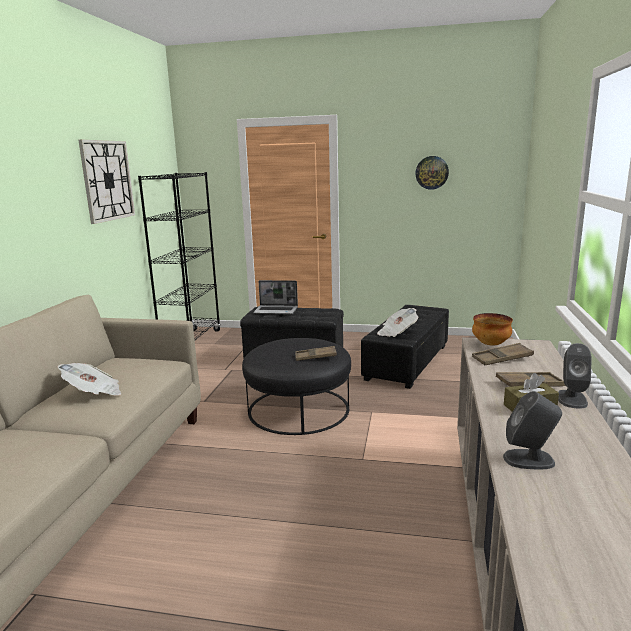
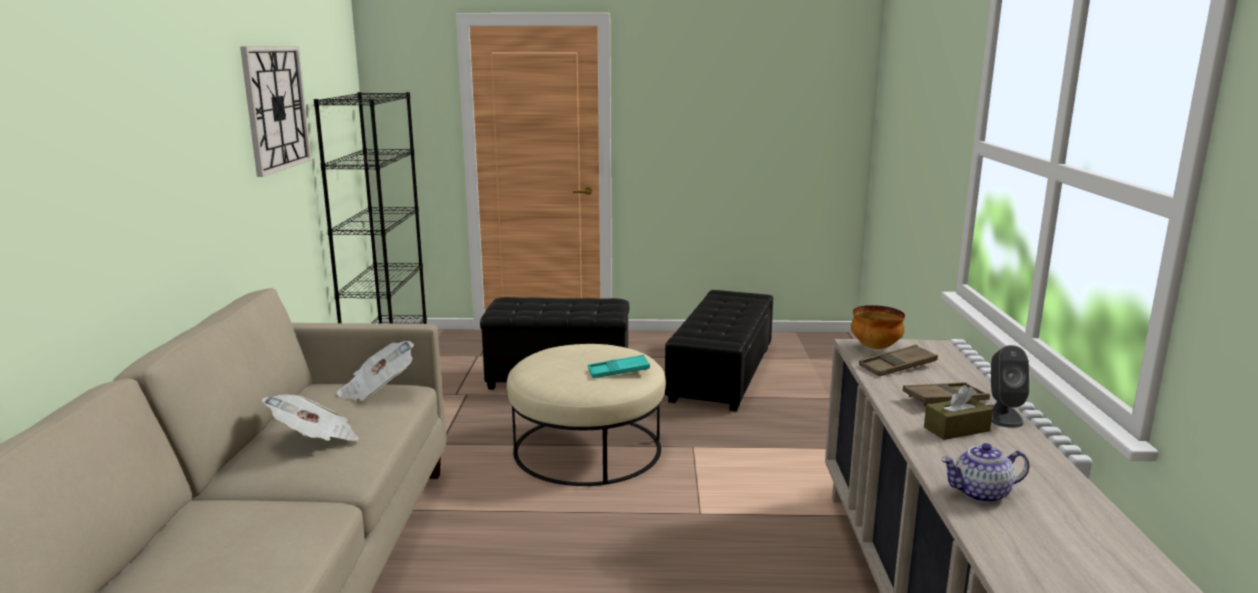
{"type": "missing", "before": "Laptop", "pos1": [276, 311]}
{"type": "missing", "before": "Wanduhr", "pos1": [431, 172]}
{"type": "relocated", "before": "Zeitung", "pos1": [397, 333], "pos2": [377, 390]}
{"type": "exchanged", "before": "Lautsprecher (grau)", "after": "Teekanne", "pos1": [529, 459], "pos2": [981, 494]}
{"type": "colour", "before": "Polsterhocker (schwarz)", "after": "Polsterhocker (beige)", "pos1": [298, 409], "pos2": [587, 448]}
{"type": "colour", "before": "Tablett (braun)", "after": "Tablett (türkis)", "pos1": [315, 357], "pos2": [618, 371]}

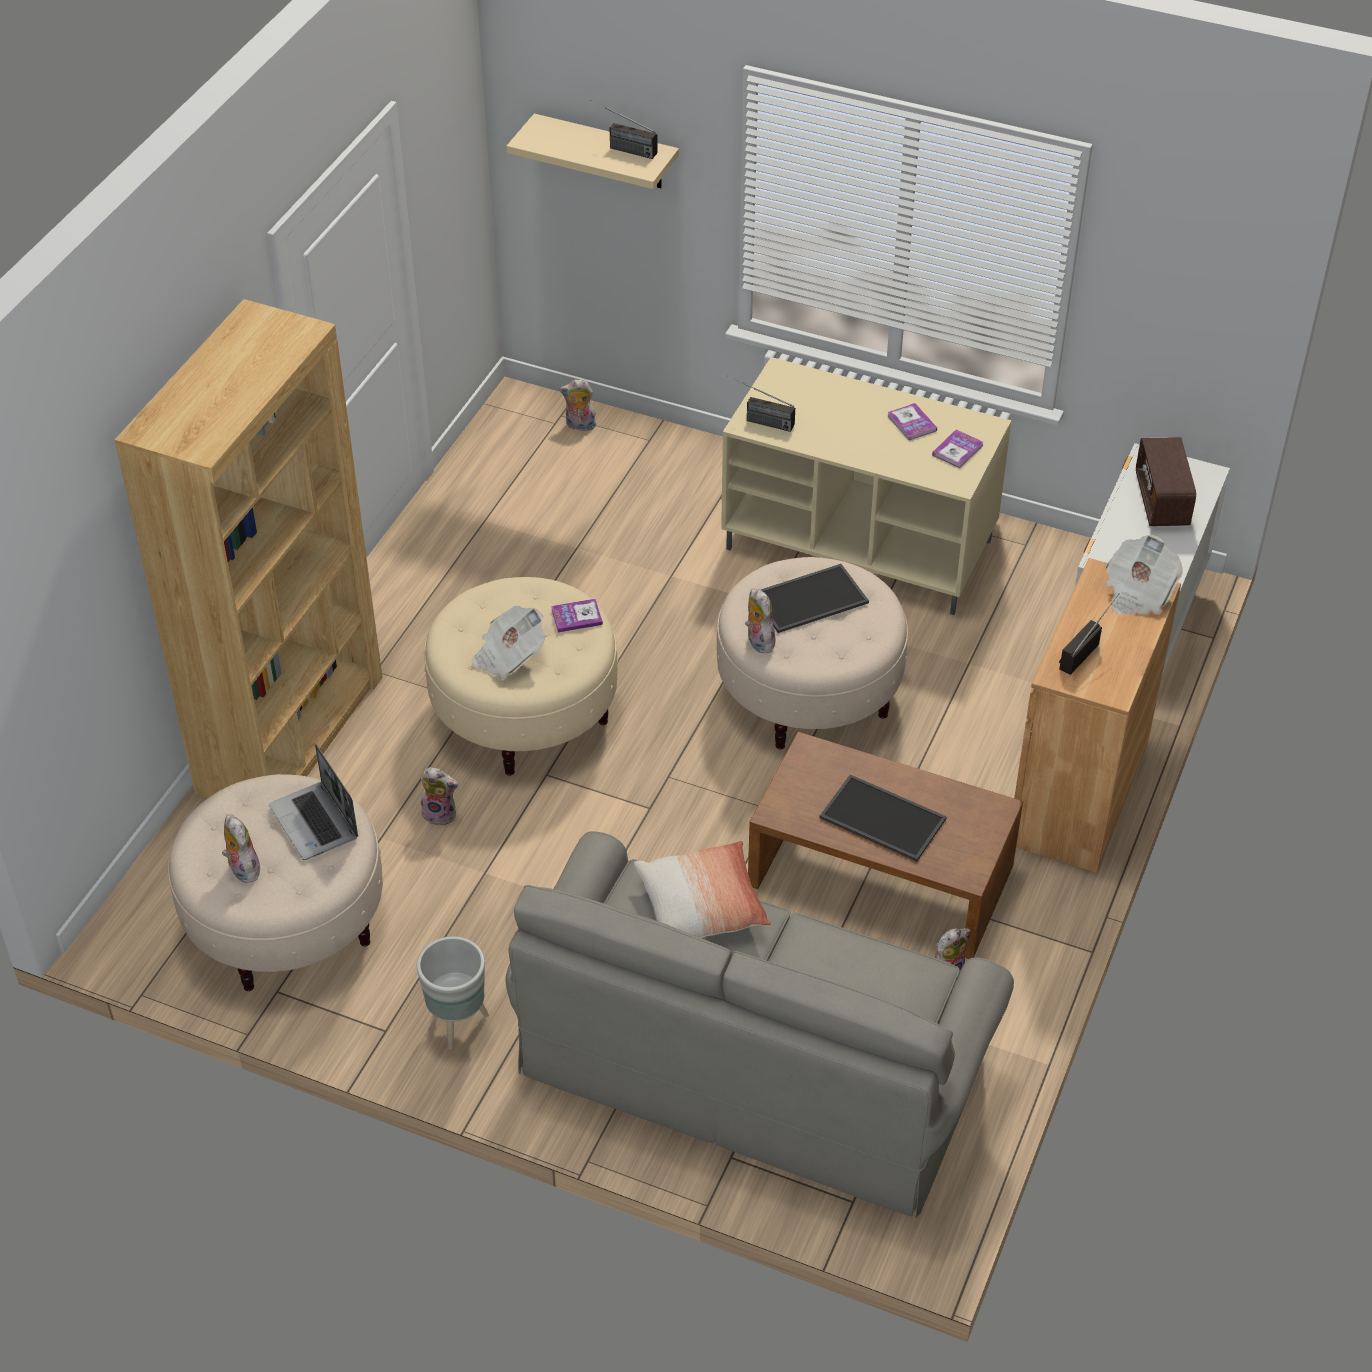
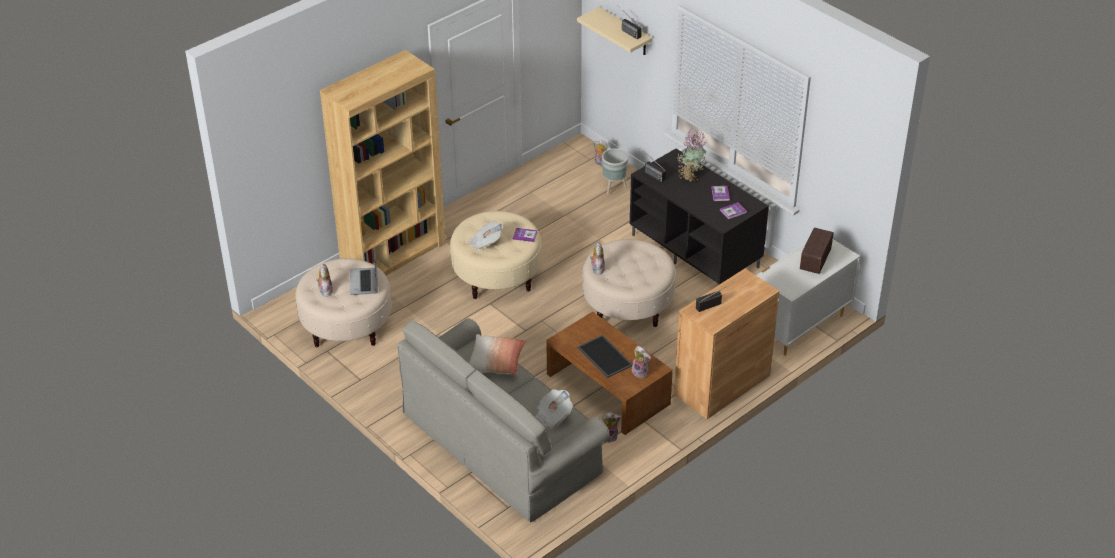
{"type": "missing", "before": "Tablett", "pos1": [810, 597]}
{"type": "appeared", "after": "Topfpflanze", "pos2": [690, 176]}
{"type": "relocated", "before": "Pflanzkübel (grau)", "pos1": [456, 1024], "pos2": [613, 188]}
{"type": "relocated", "before": "Plüschtier", "pos1": [441, 814], "pos2": [641, 372]}
{"type": "relocated", "before": "Zeitung", "pos1": [1138, 592], "pos2": [552, 416]}
{"type": "colour", "before": "Fernsehschrank (beige)", "after": "Fernsehschrank (schwarz)", "pos1": [861, 544], "pos2": [696, 251]}

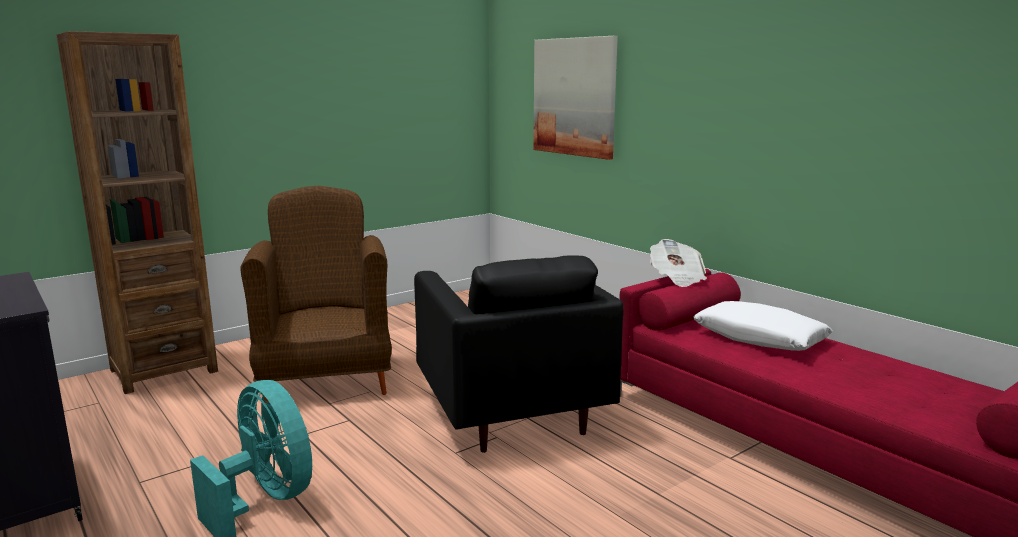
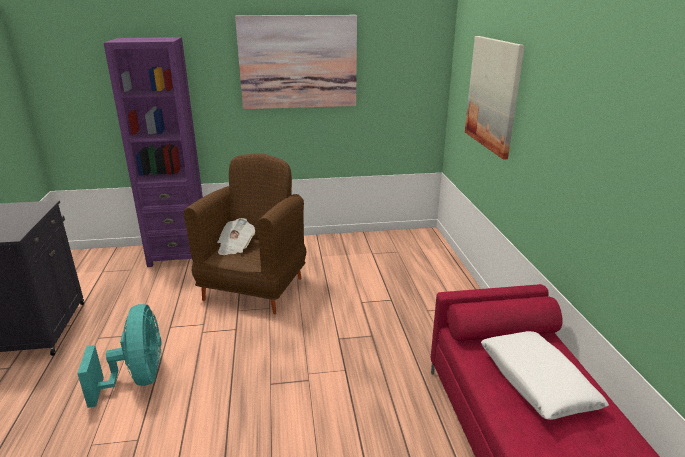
{"type": "missing", "before": "Sessel (schwarz)", "pos1": [510, 411]}
{"type": "appeared", "after": "Bild", "pos2": [298, 62]}
{"type": "relocated", "before": "Zeitung", "pos1": [677, 278], "pos2": [235, 247]}
{"type": "colour", "before": "Bücherregal (braun)", "after": "Bücherregal (lila)", "pos1": [164, 370], "pos2": [179, 254]}

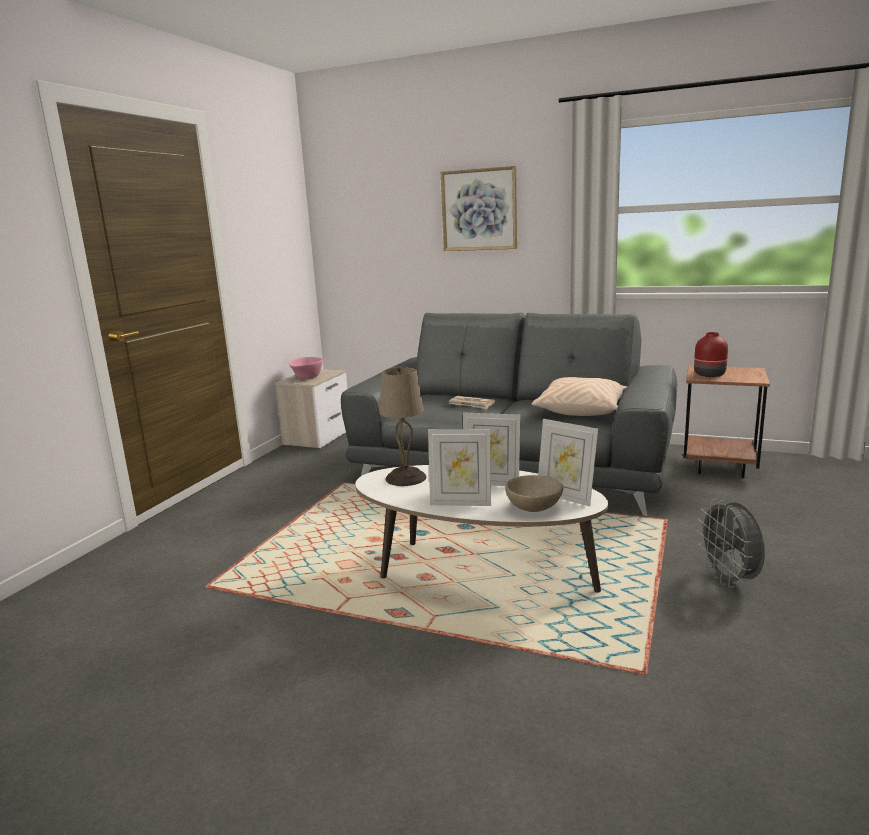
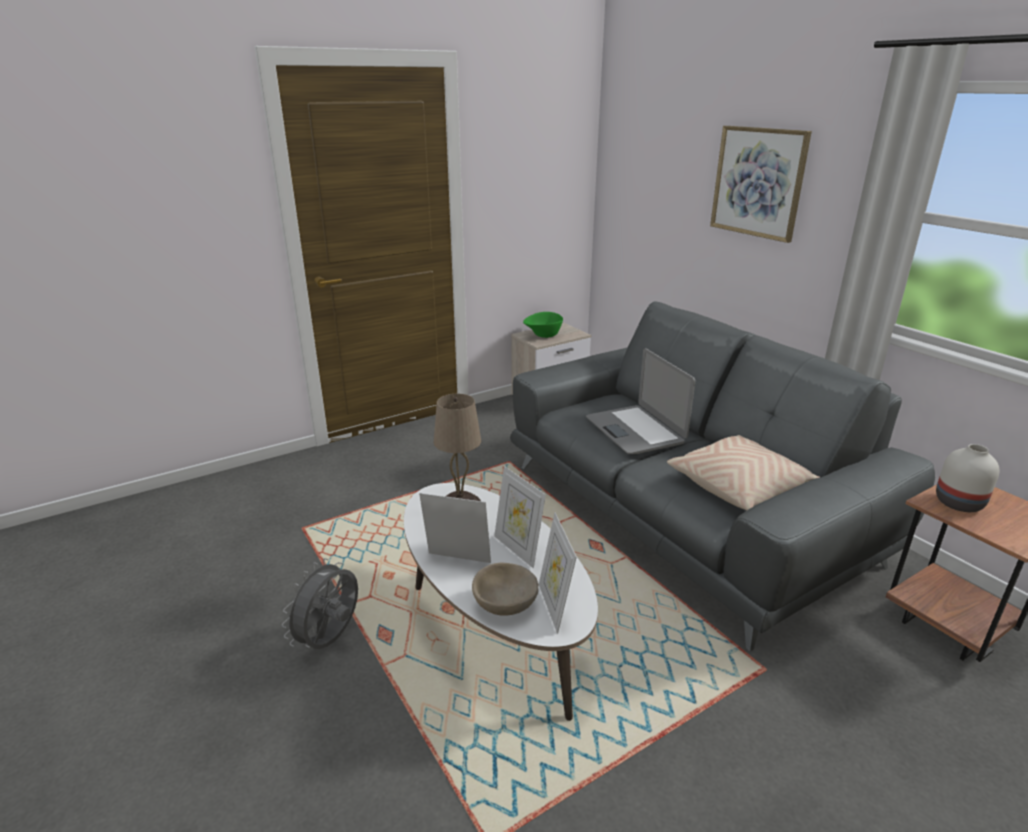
{"type": "relocated", "before": "Ventilator (grau)", "pos1": [729, 580], "pos2": [330, 640]}
{"type": "exchanged", "before": "Zeitung", "after": "Laptop", "pos1": [471, 404], "pos2": [635, 430]}
{"type": "colour", "before": "Schüssel (rosa)", "after": "Schüssel (grün)", "pos1": [306, 378], "pos2": [542, 336]}
{"type": "colour", "before": "Vase (rot)", "after": "Vase (weiß)", "pos1": [709, 374], "pos2": [958, 502]}
{"type": "spun", "before": "Bilderrahmen", "pos1": [461, 503], "pos2": [457, 562], "turn": 150}

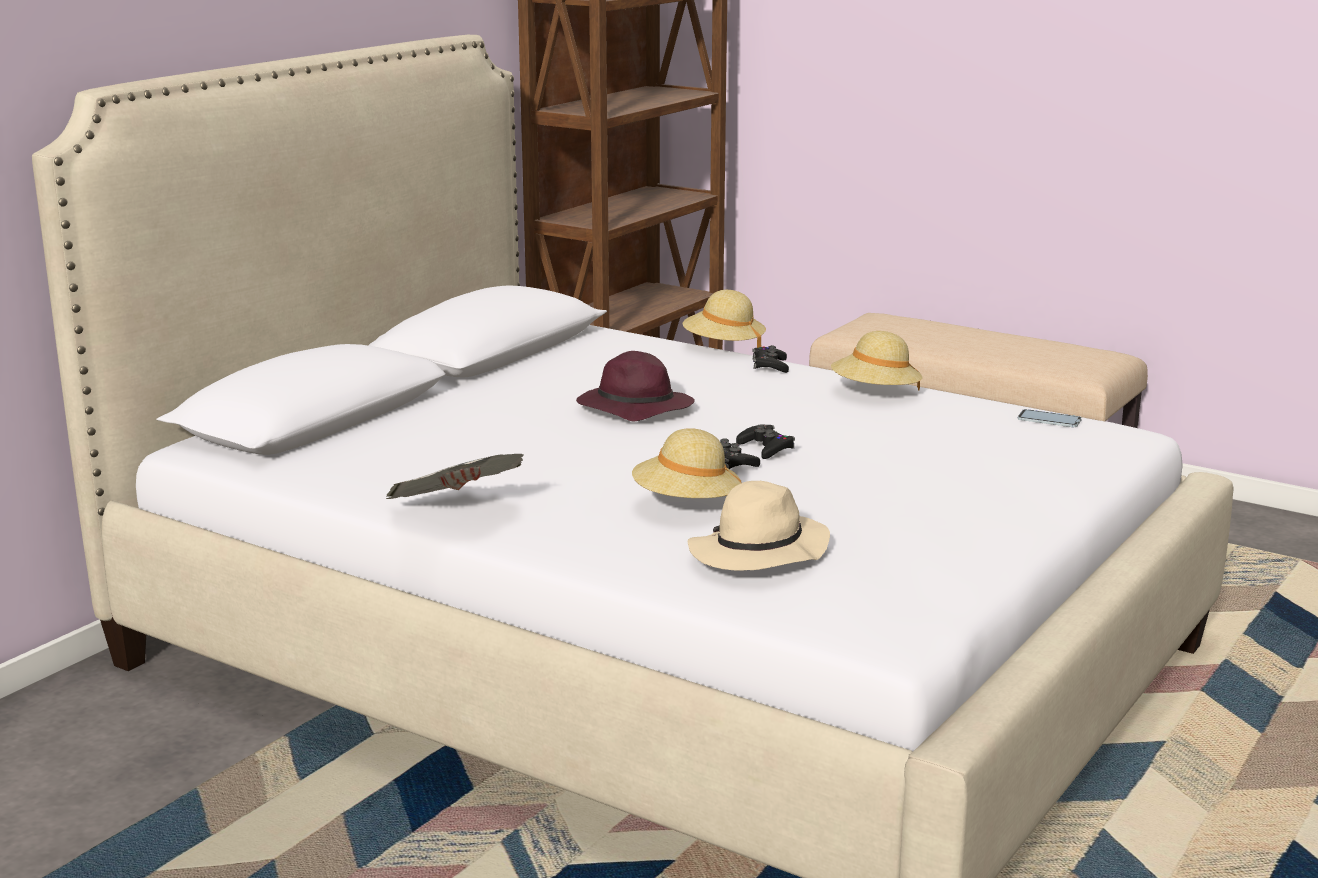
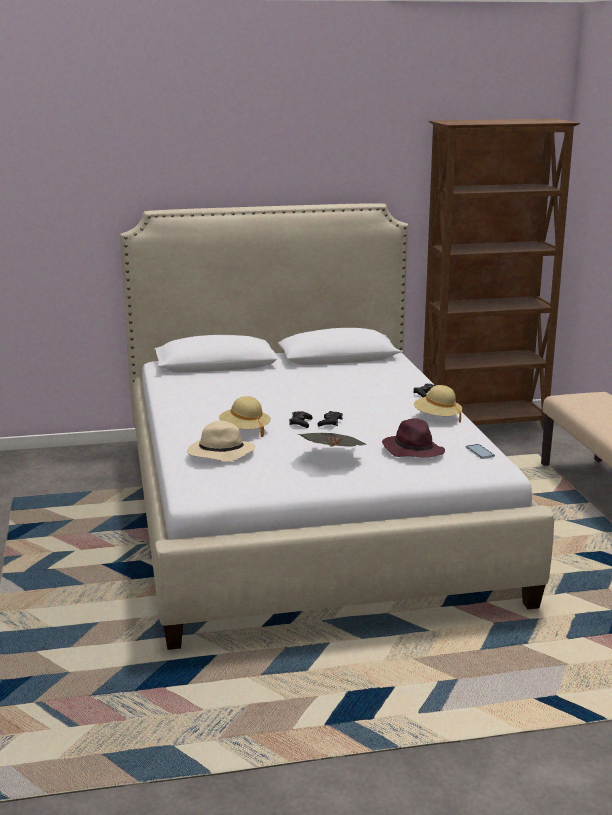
{"type": "missing", "before": "Hut (beige)", "pos1": [723, 347]}
{"type": "relocated", "before": "Zeitung", "pos1": [455, 513], "pos2": [333, 457]}
{"type": "relocated", "before": "Hut (lila)", "pos1": [633, 409], "pos2": [412, 450]}

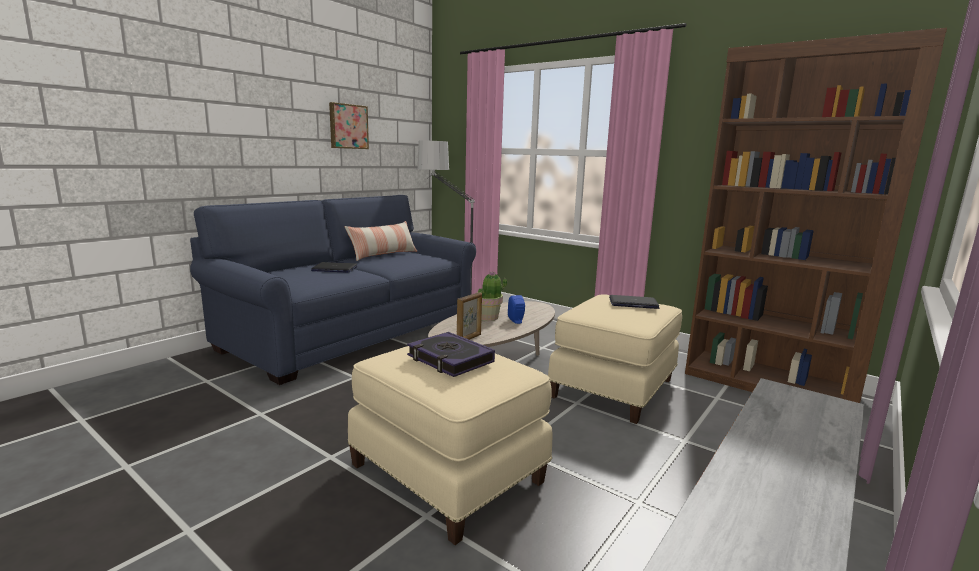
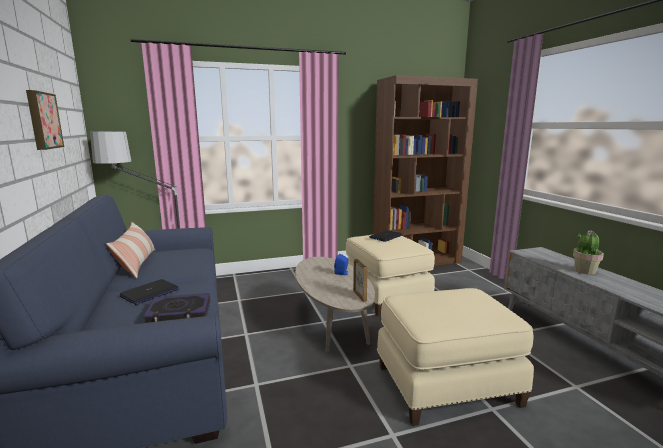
{"type": "relocated", "before": "Buch", "pos1": [450, 359], "pos2": [179, 313]}
{"type": "relocated", "before": "Topfpflanze", "pos1": [488, 317], "pos2": [584, 271]}

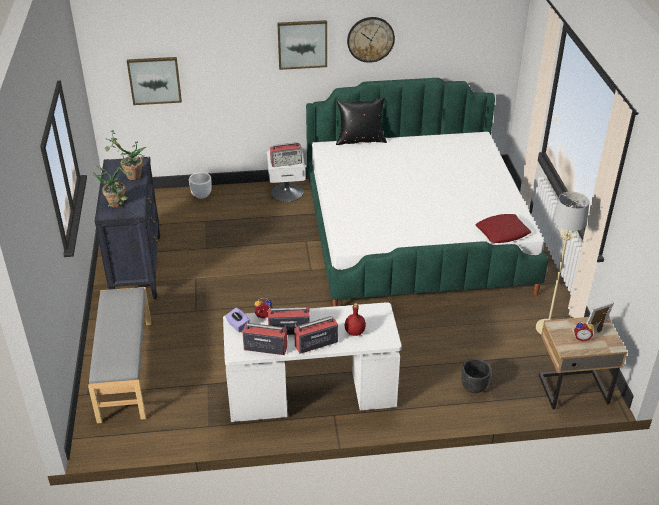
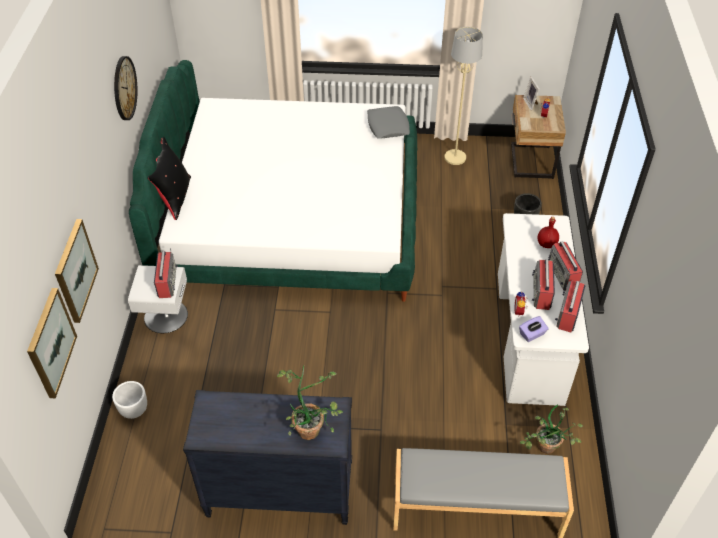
{"type": "relocated", "before": "Topfpflanze", "pos1": [130, 175], "pos2": [544, 450]}
{"type": "relocated", "before": "Bild", "pos1": [302, 44], "pos2": [75, 270]}
{"type": "colour", "before": "Kissen (rot)", "after": "Kissen (grau)", "pos1": [502, 232], "pos2": [388, 126]}

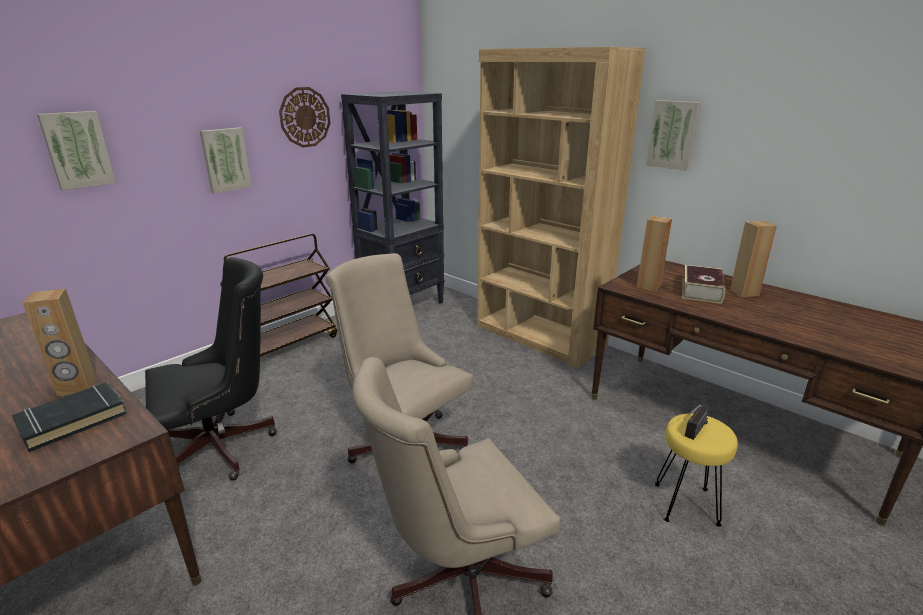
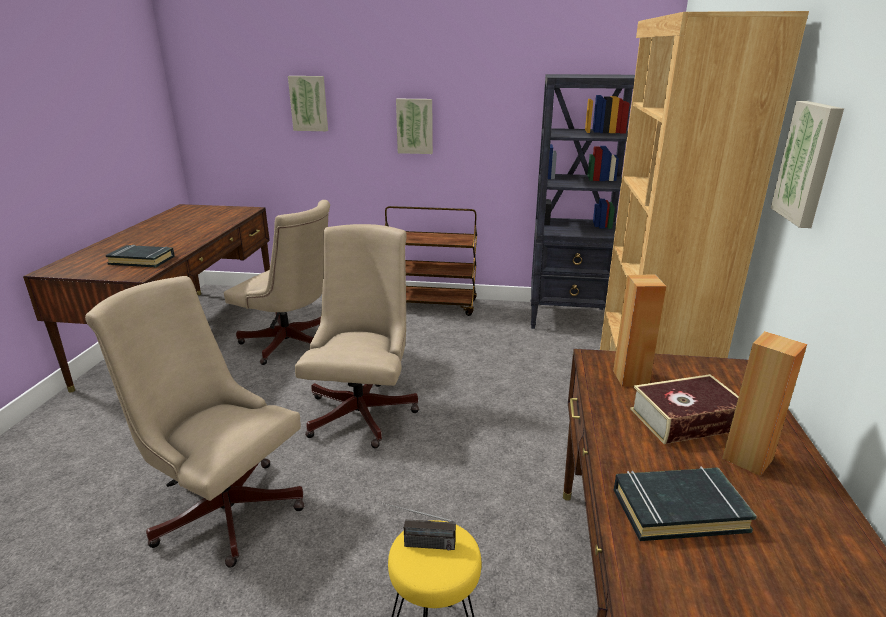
{"type": "missing", "before": "Lautsprecher (braun)", "pos1": [77, 387]}
{"type": "missing", "before": "Wanduhr", "pos1": [305, 117]}
{"type": "appeared", "after": "Buch (schwarz)", "pos2": [678, 509]}
{"type": "colour", "before": "Bürostuhl (schwarz)", "after": "Bürostuhl (beige)", "pos1": [223, 447], "pos2": [291, 345]}

